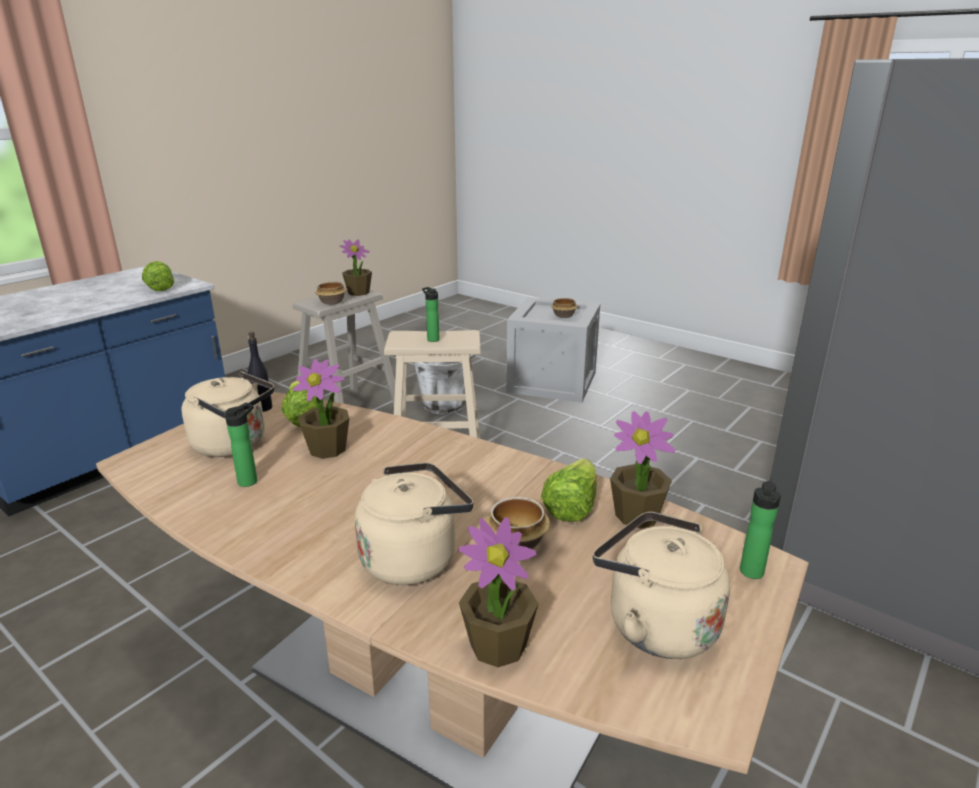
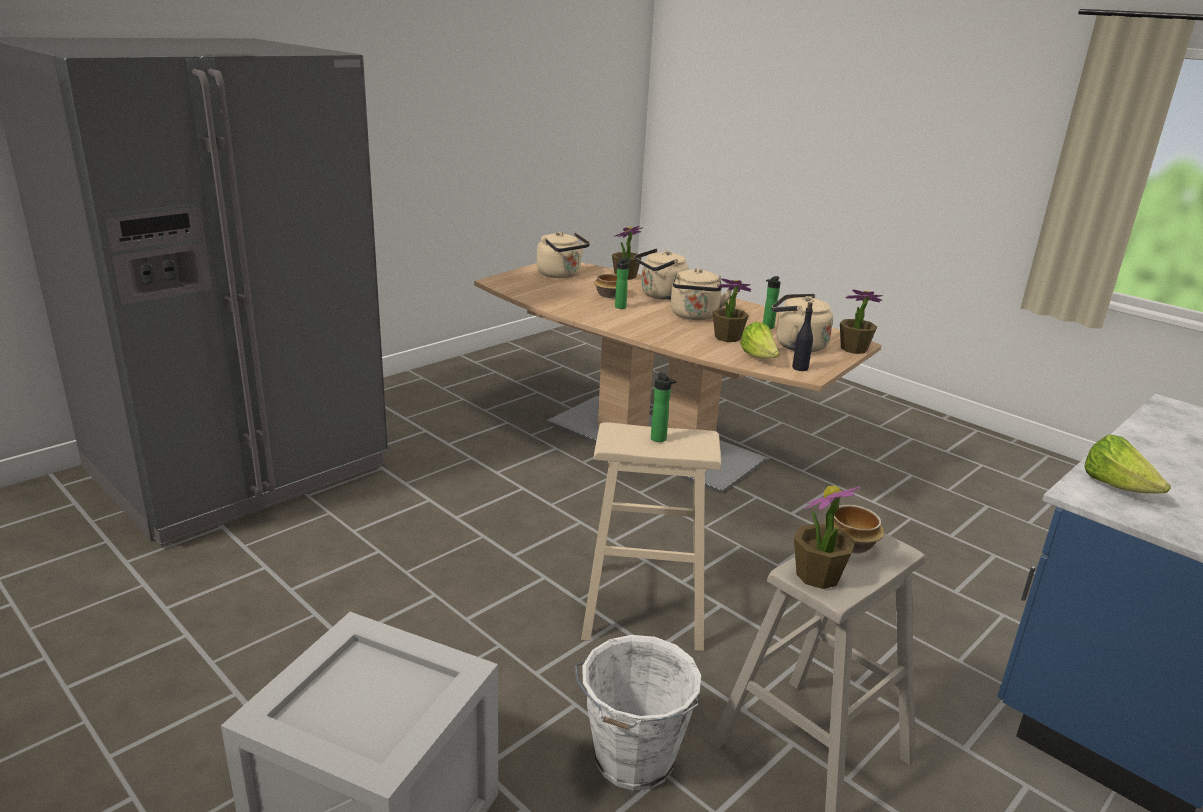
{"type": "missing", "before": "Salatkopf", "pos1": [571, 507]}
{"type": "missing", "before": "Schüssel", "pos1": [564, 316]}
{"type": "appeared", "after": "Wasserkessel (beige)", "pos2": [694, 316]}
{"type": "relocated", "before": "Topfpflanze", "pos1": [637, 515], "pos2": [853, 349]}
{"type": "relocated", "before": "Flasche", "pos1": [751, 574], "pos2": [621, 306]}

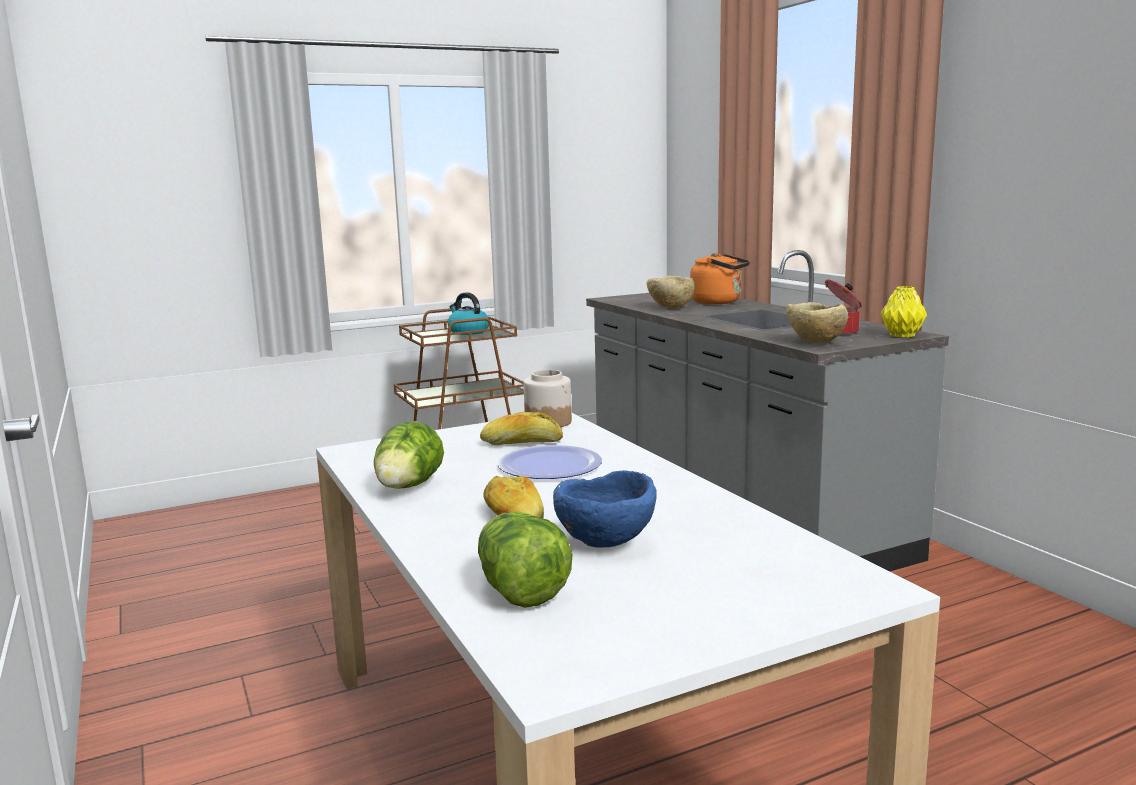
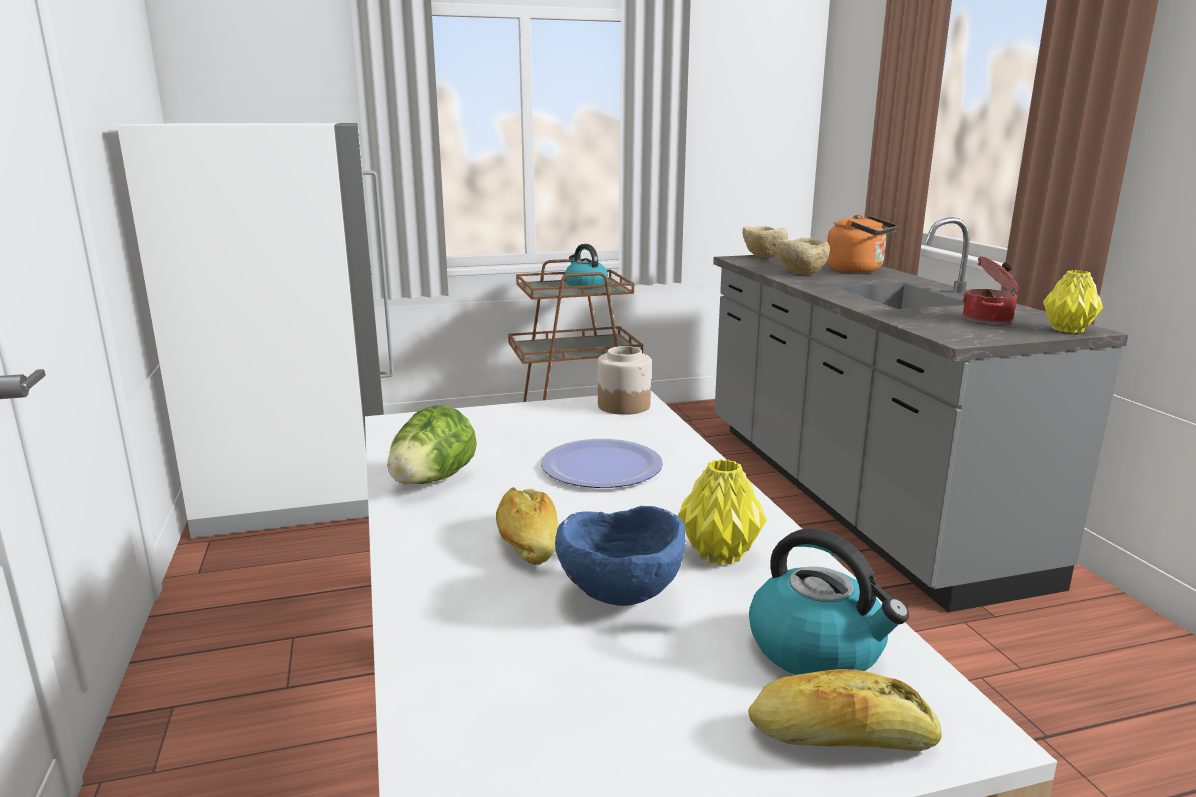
{"type": "missing", "before": "Salatkopf", "pos1": [519, 591]}
{"type": "appeared", "after": "Kühlschrank (weiß)", "pos2": [301, 482]}
{"type": "appeared", "after": "Vase (gelb)", "pos2": [721, 554]}
{"type": "appeared", "after": "Wasserkessel", "pos2": [818, 649]}
{"type": "relocated", "before": "Brot", "pos1": [521, 443], "pos2": [841, 738]}
{"type": "relocated", "before": "Schüssel (beige)", "pos1": [814, 343], "pos2": [762, 257]}

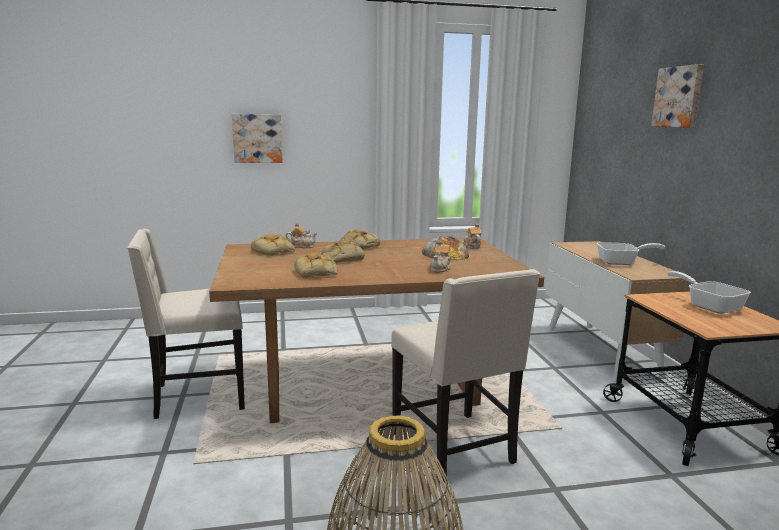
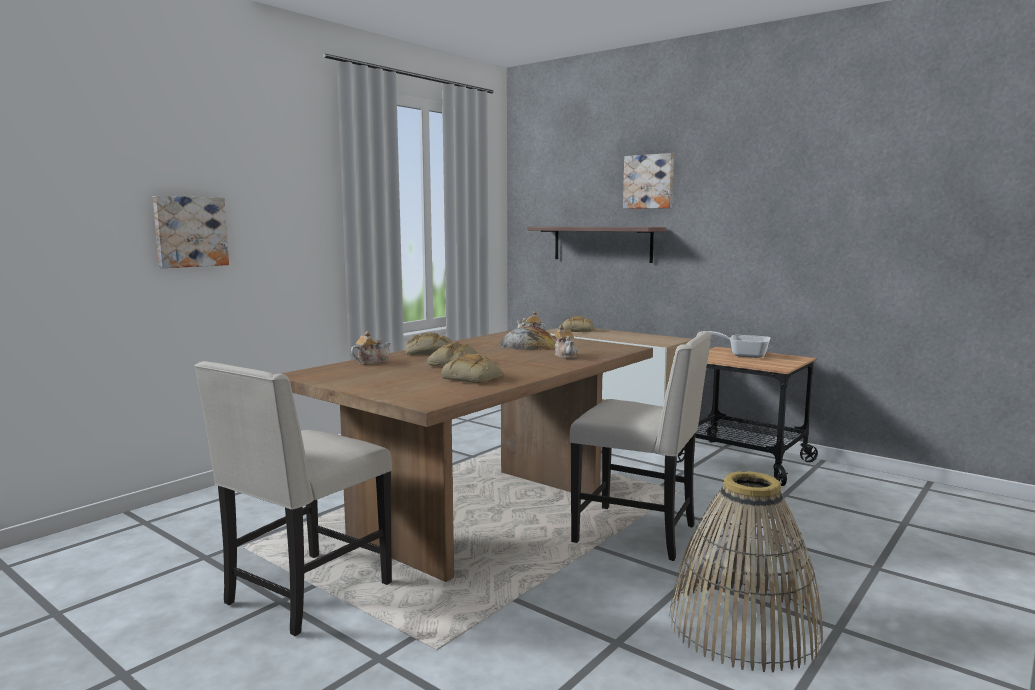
{"type": "missing", "before": "Pfanne", "pos1": [621, 262]}
{"type": "appeared", "after": "Wandregal", "pos2": [602, 243]}
{"type": "relocated", "before": "Brot", "pos1": [274, 251], "pos2": [578, 330]}

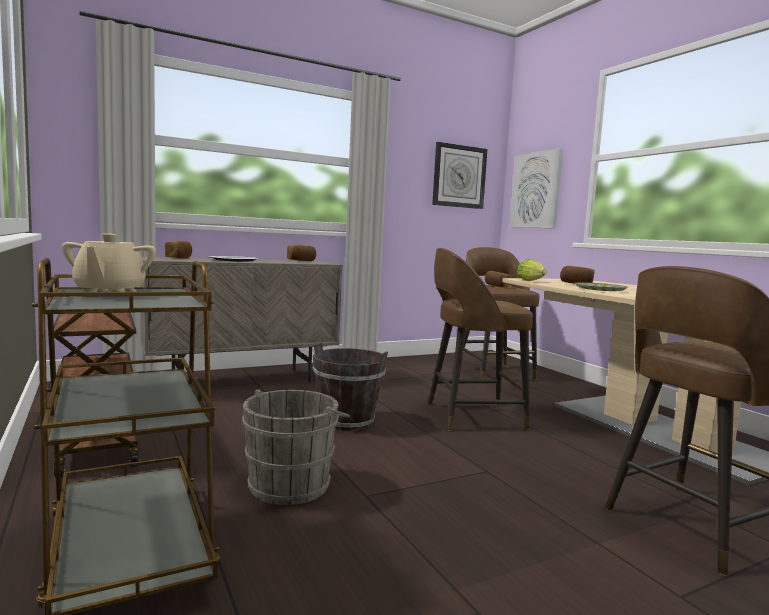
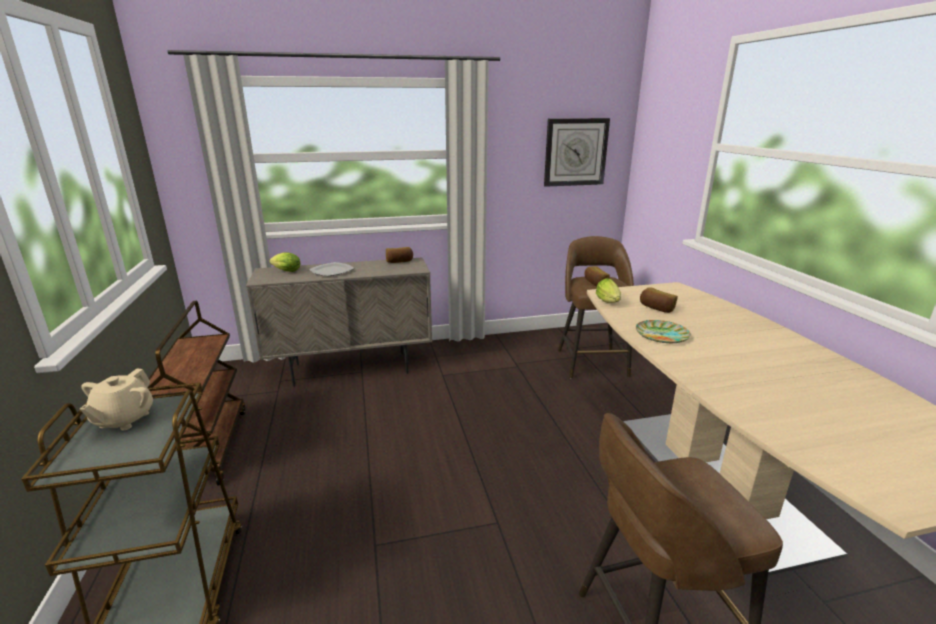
{"type": "missing", "before": "Eimer (grau)", "pos1": [293, 484]}
{"type": "missing", "before": "Eimer (braun)", "pos1": [347, 421]}
{"type": "missing", "before": "Hocker (braun)", "pos1": [472, 416]}
{"type": "missing", "before": "Bild", "pos1": [536, 190]}
{"type": "exchanged", "before": "Brot", "after": "Salatkopf", "pos1": [179, 258], "pos2": [285, 271]}

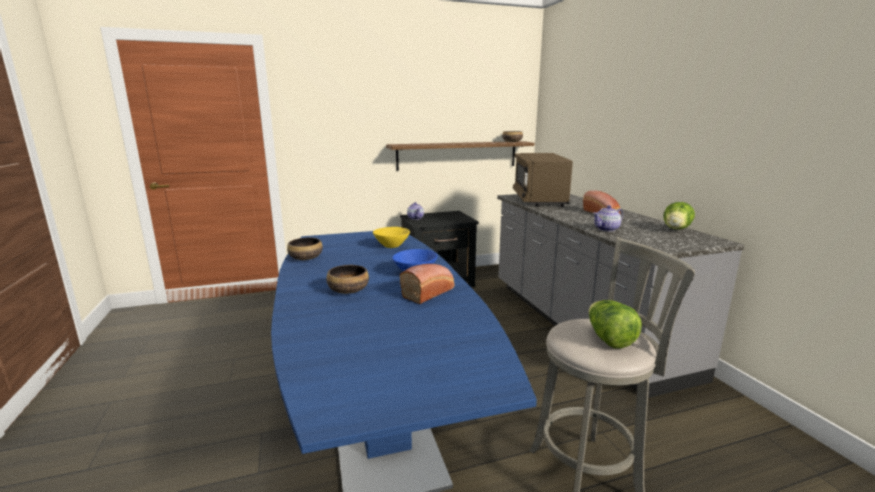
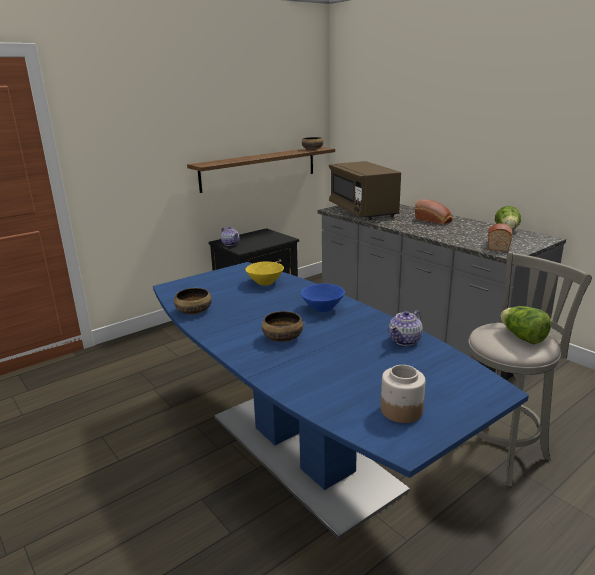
{"type": "appeared", "after": "Vorratsglas", "pos2": [401, 410]}
{"type": "relocated", "before": "Brot", "pos1": [429, 292], "pos2": [498, 245]}
{"type": "relocated", "before": "Teekanne", "pos1": [607, 229], "pos2": [405, 340]}

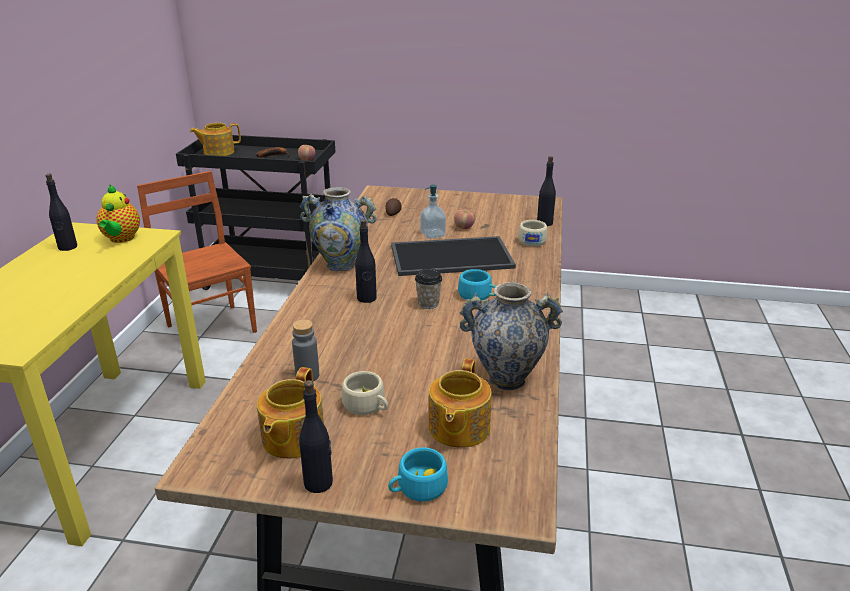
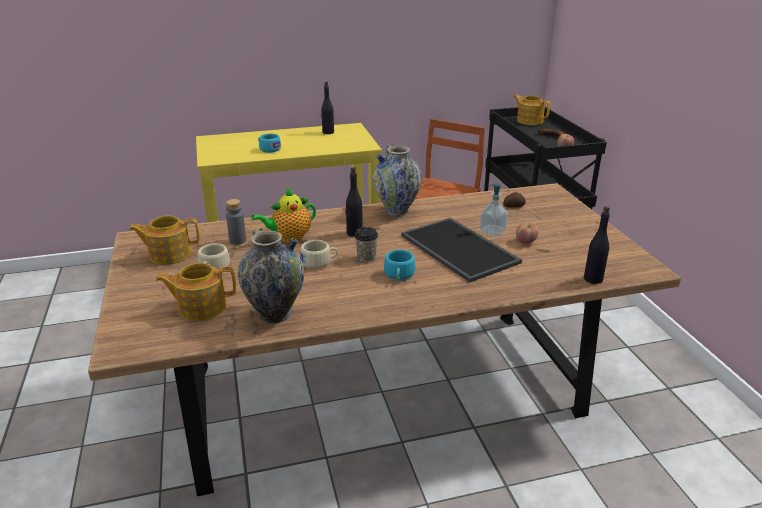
{"type": "missing", "before": "Flasche (schwarz)", "pos1": [319, 483]}
{"type": "relocated", "before": "Teekanne", "pos1": [121, 239], "pos2": [289, 237]}
{"type": "relocated", "before": "Tasse (türkis)", "pos1": [417, 488], "pos2": [268, 149]}
{"type": "relocated", "before": "Tasse (beige)", "pos1": [532, 240], "pos2": [319, 262]}

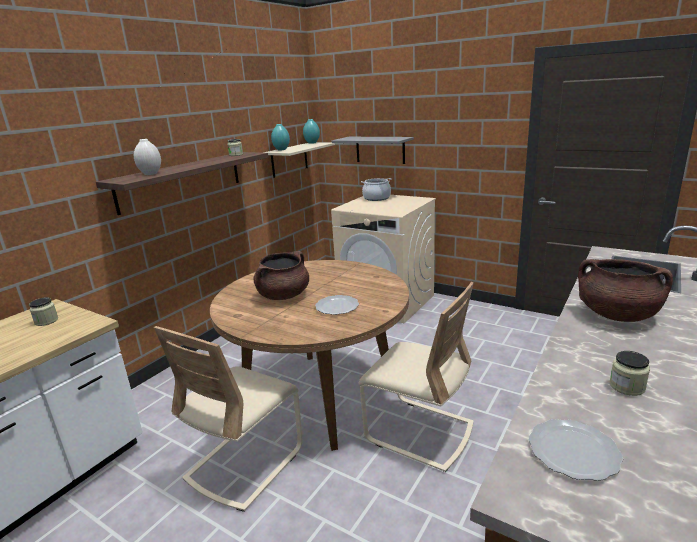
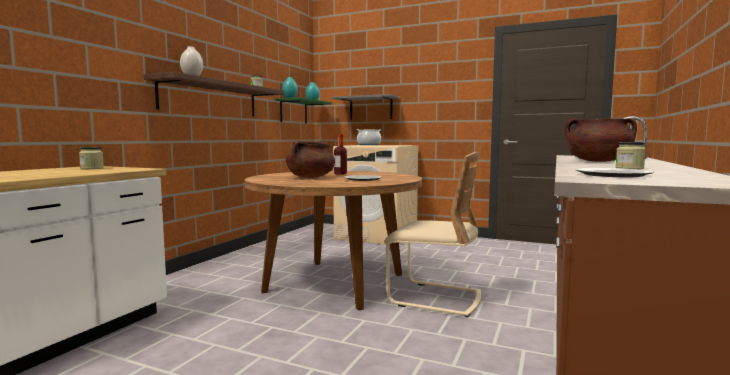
{"type": "missing", "before": "Stuhl (beige)", "pos1": [245, 463]}
{"type": "appeared", "after": "Flasche", "pos2": [340, 174]}
{"type": "colour", "before": "Wandregal (beige)", "after": "Wandregal (grün)", "pos1": [289, 159], "pos2": [293, 111]}

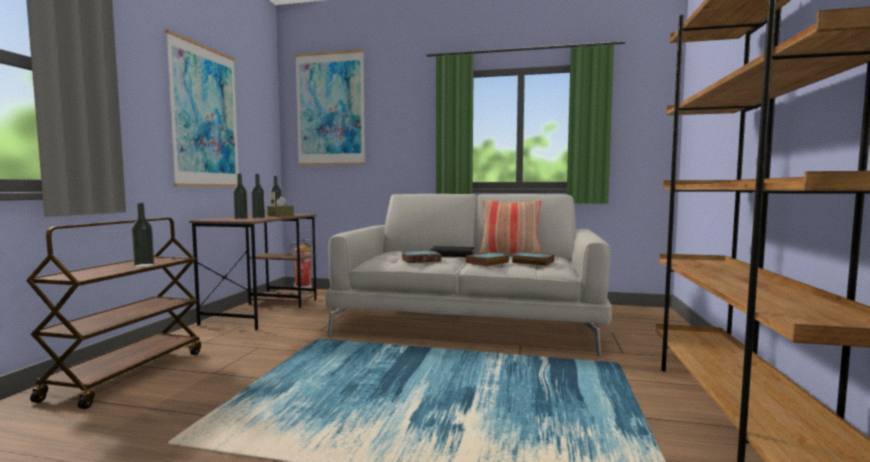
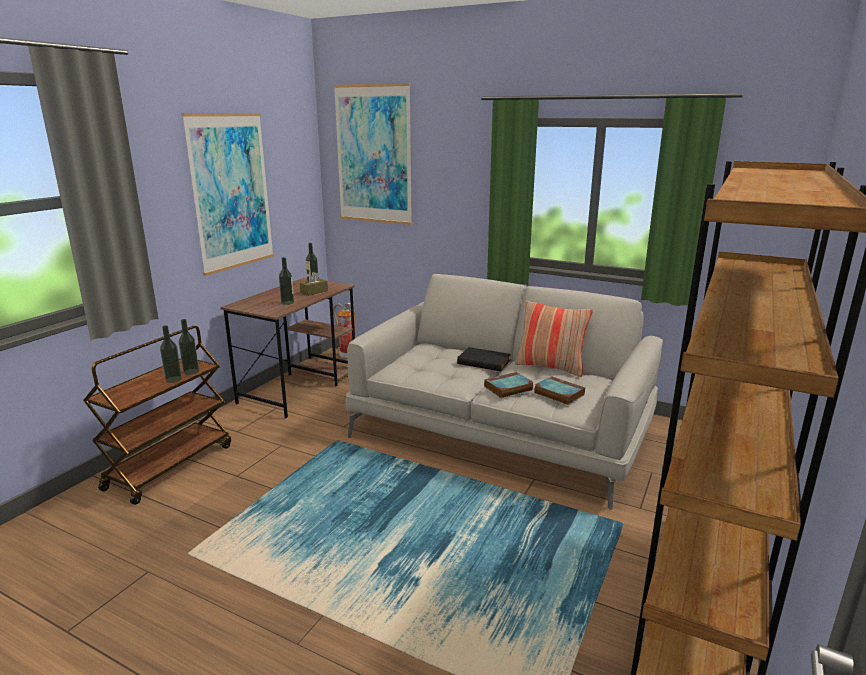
{"type": "missing", "before": "Buch", "pos1": [421, 260]}
{"type": "relocated", "before": "Flasche", "pos1": [241, 219], "pos2": [191, 371]}

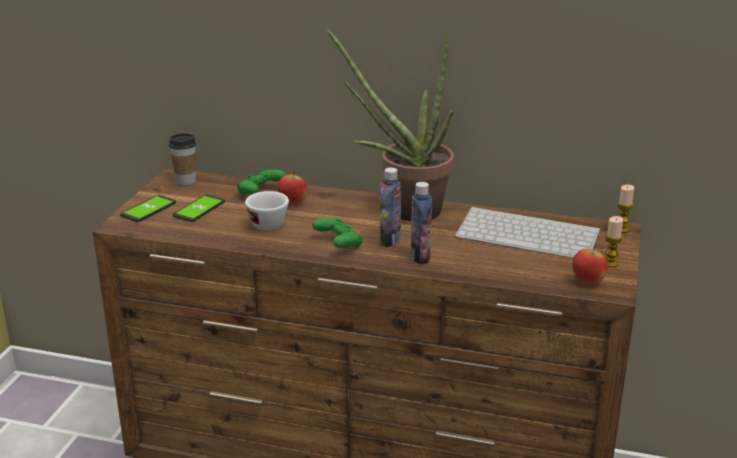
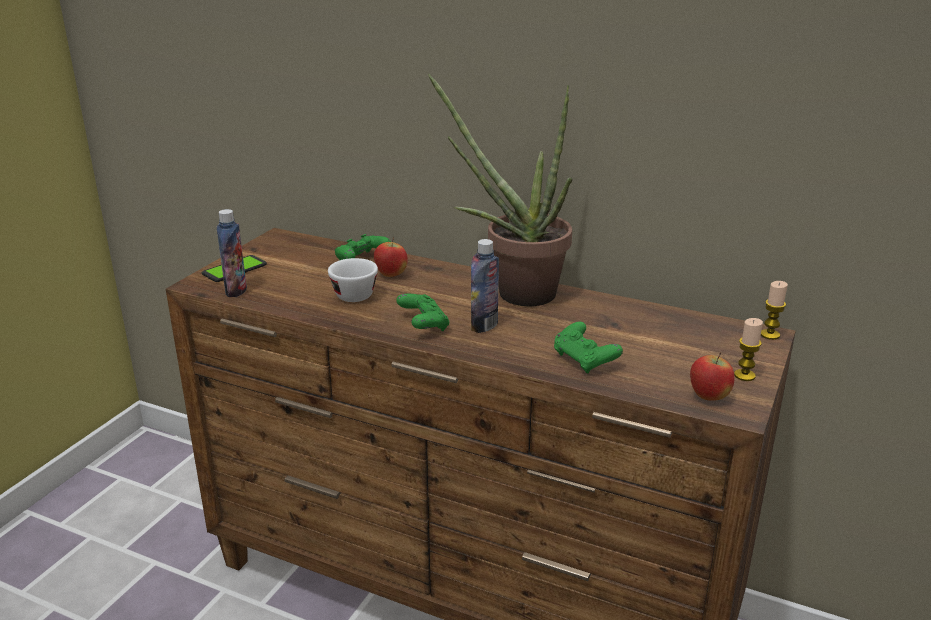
{"type": "missing", "before": "Tasse", "pos1": [185, 181]}
{"type": "missing", "before": "Handy", "pos1": [199, 209]}
{"type": "missing", "before": "Tastatur", "pos1": [530, 235]}
{"type": "appeared", "after": "Gamepad (grün)", "pos2": [584, 360]}
{"type": "relocated", "before": "Flasche", "pos1": [420, 257], "pos2": [236, 290]}

